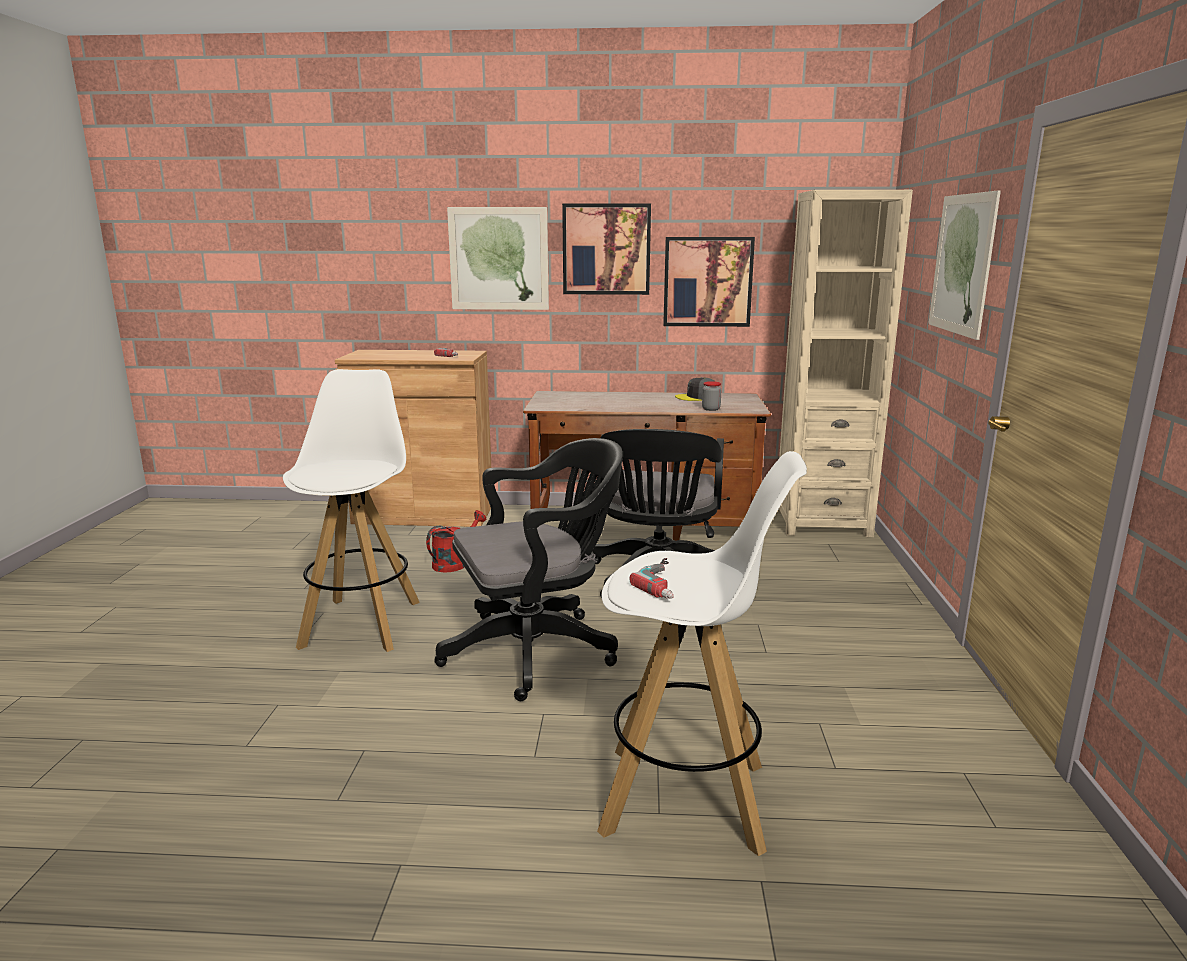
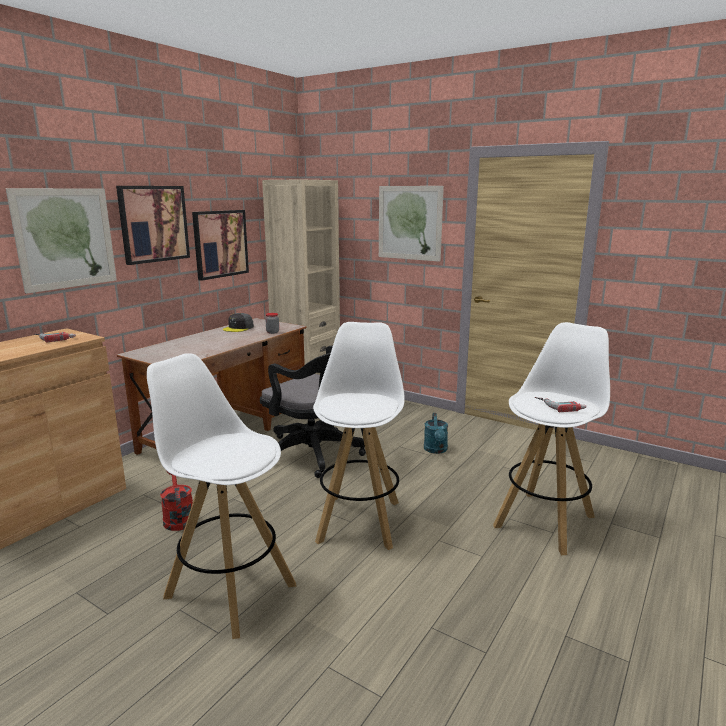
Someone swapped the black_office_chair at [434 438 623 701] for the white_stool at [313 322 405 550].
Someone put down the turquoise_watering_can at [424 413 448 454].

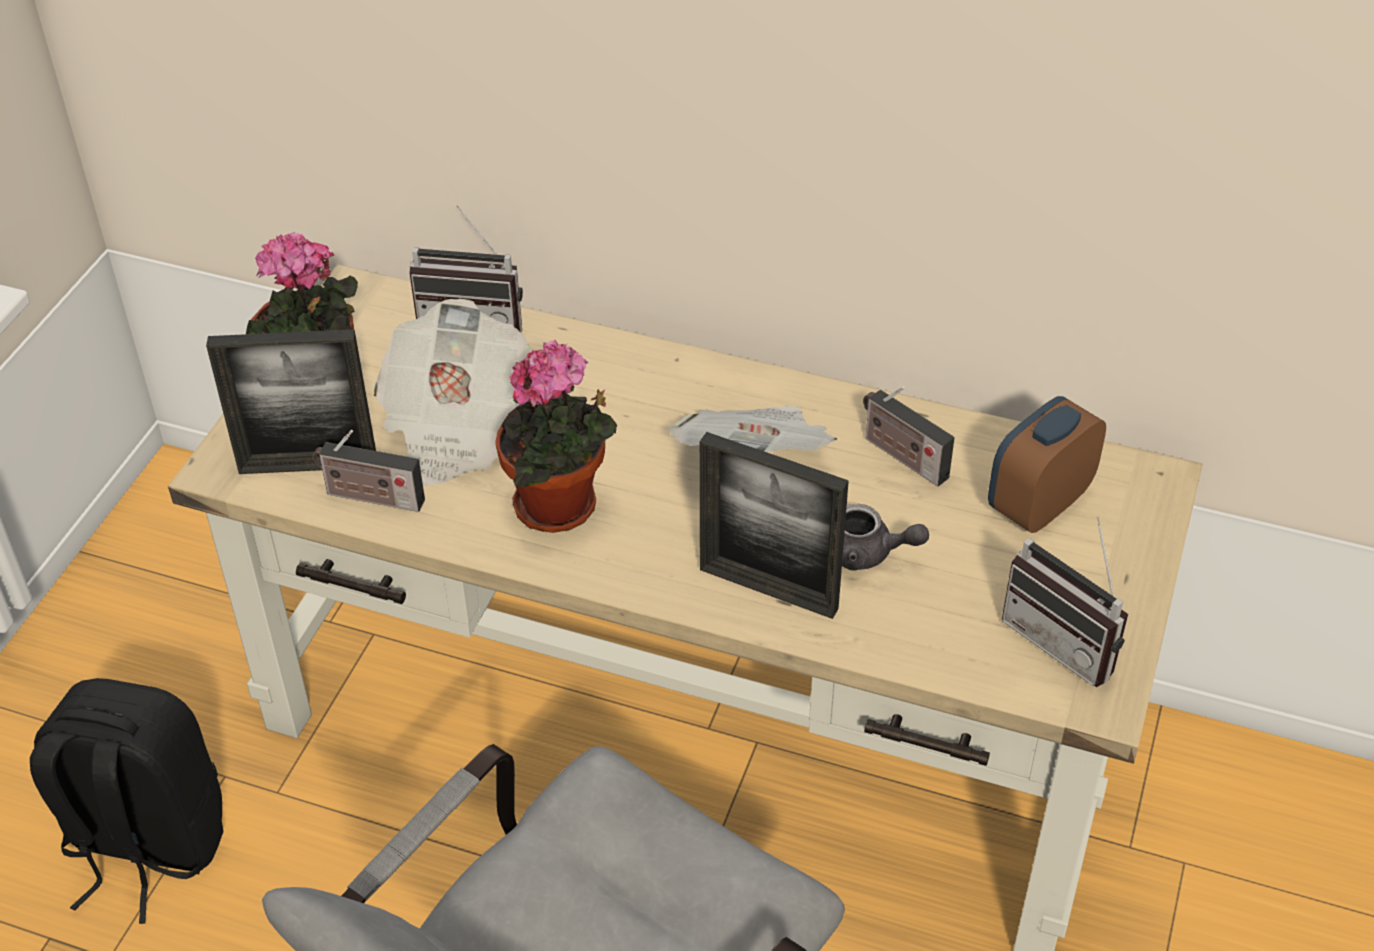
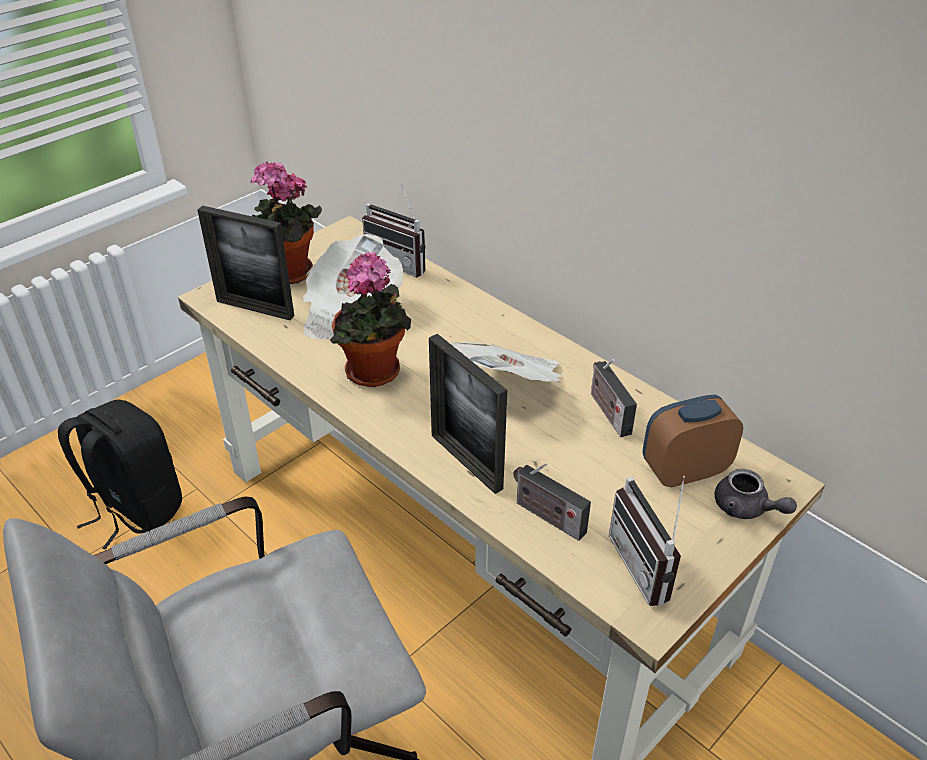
Someone carried the radio from [313 430 425 512] to [513 463 591 541].
Someone carried the grey_teapot from [842 504 929 571] to [715 469 797 519].

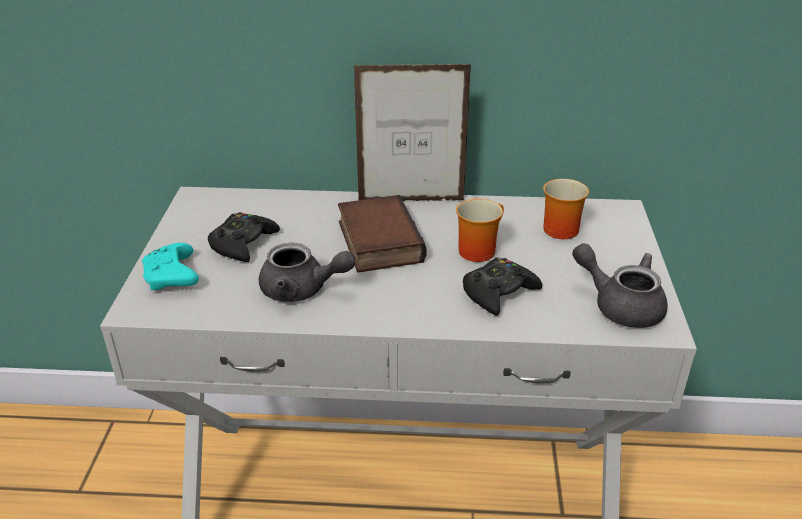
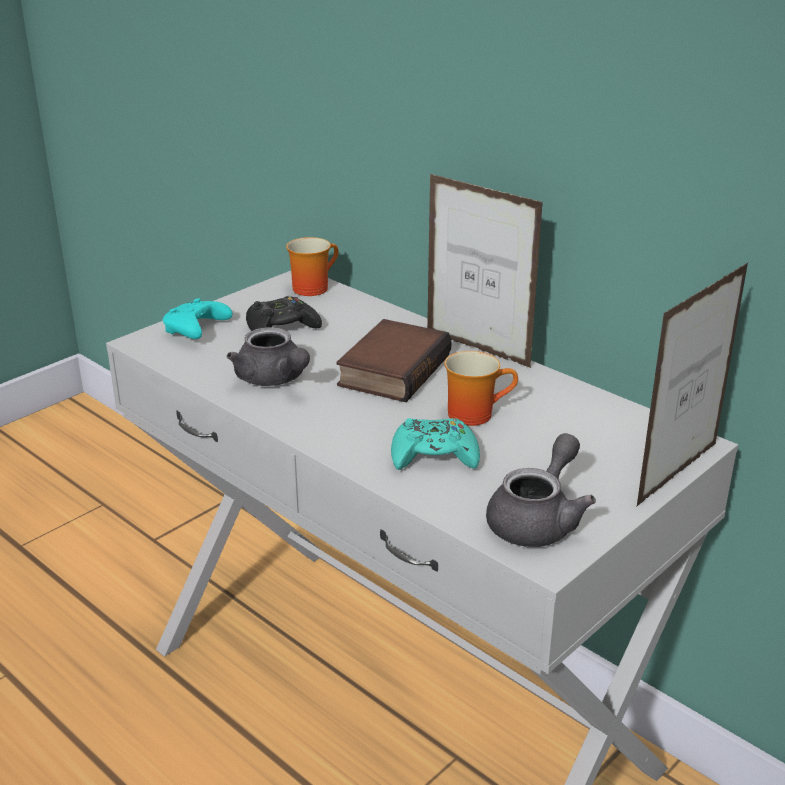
Someone carried the mug from [543 179 589 239] to [286 237 339 296].
Someone repainted the black_game_controller at [463 257 542 316], which became the turquoise_game_controller at [391 418 480 470].
Someone rotated the grey_teapot at [572 243 668 328] by 45 degrees clockwise.
Someone put down the picture_frame at [637 263 748 506].

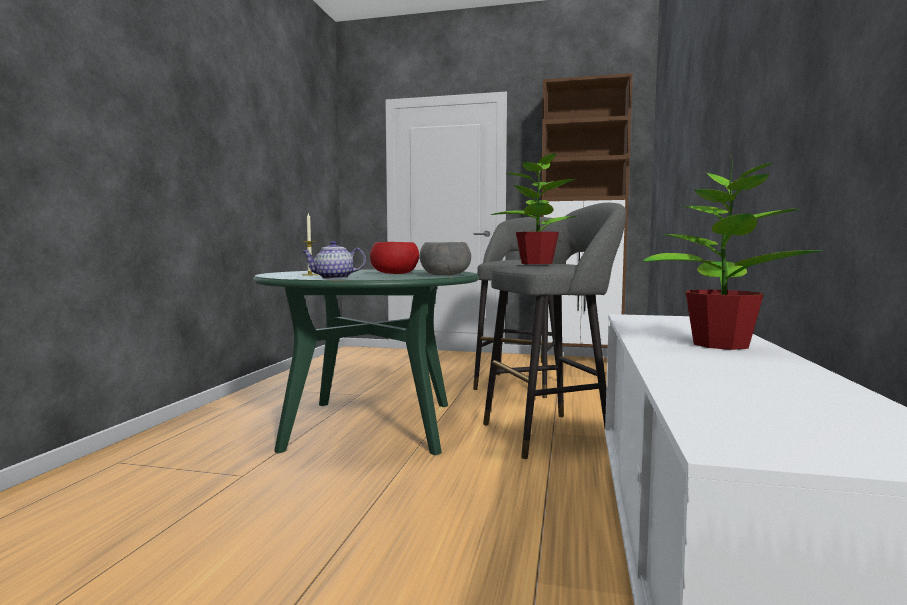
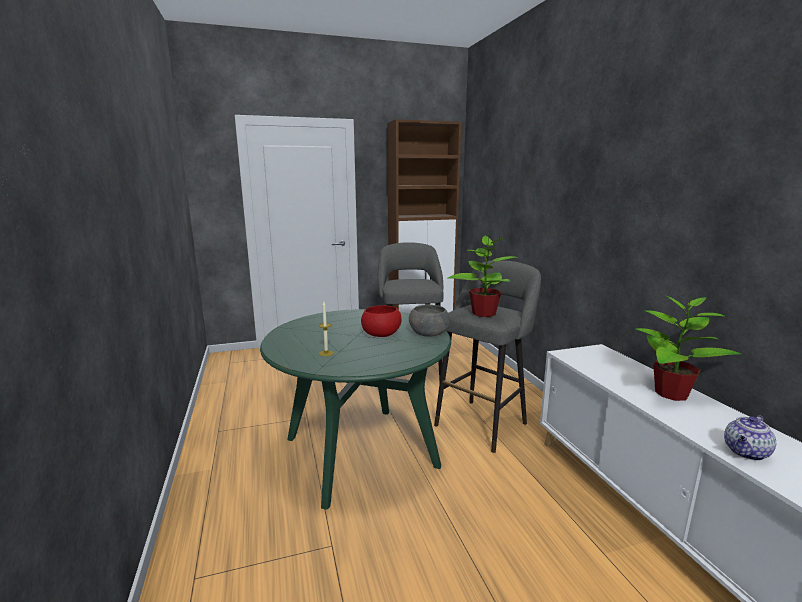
Someone carried the teapot from [302 241 366 279] to [724 415 776 461].

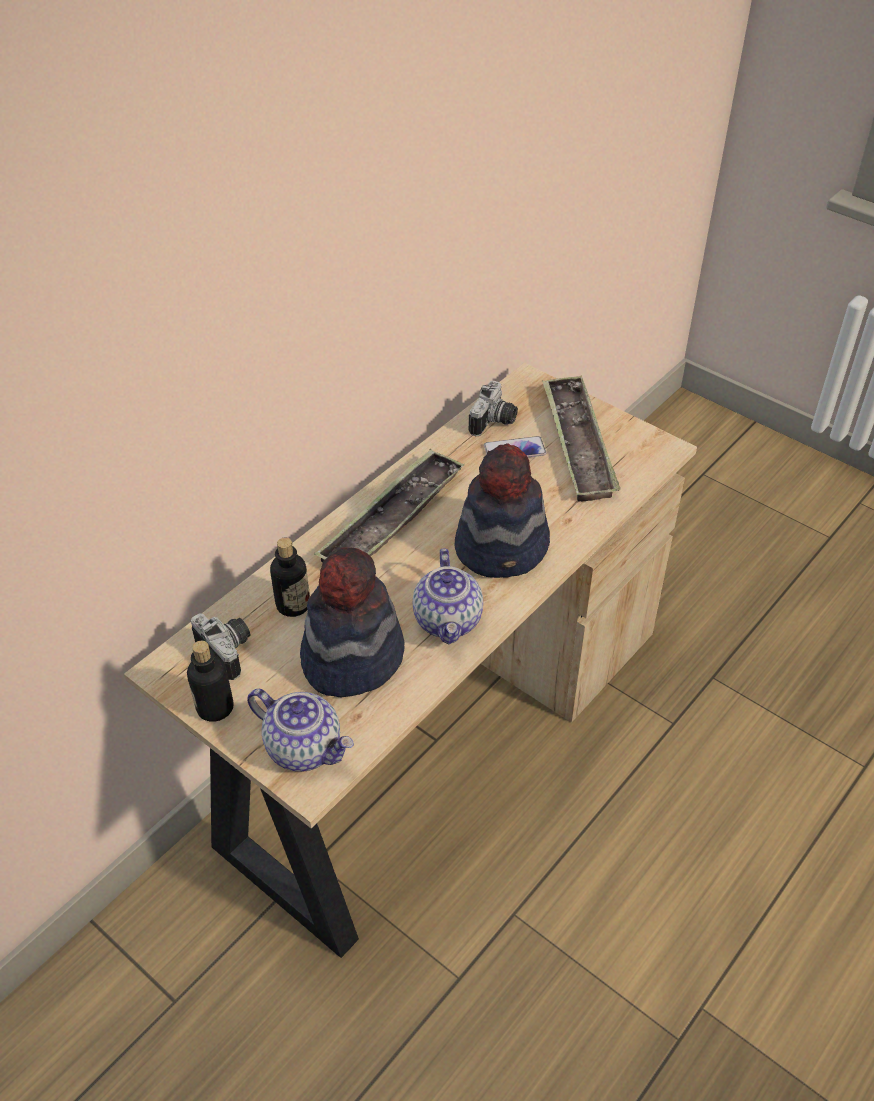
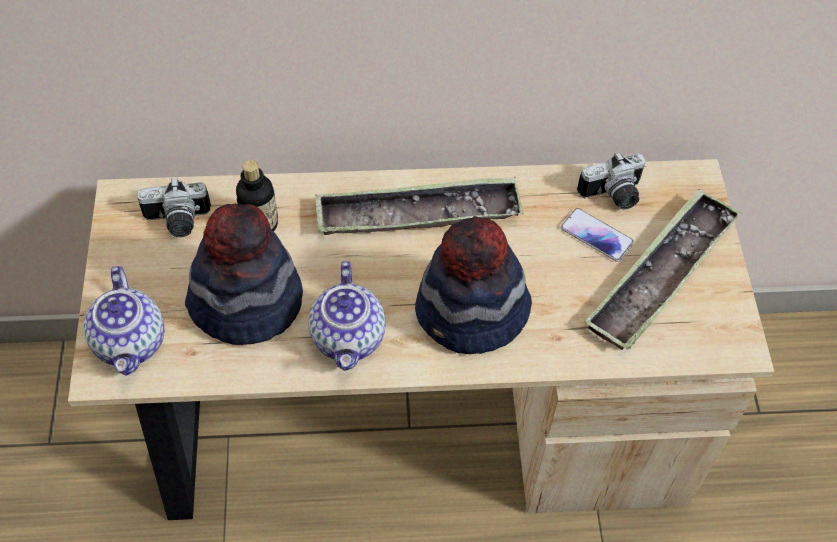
Someone rotated the photo_camera at [191 614 250 680] by 75 degrees clockwise.
Someone rotated the teapot at [413 549 483 644] by 45 degrees counterclockwise.
Someone took away the bottle at [187 641 234 722].

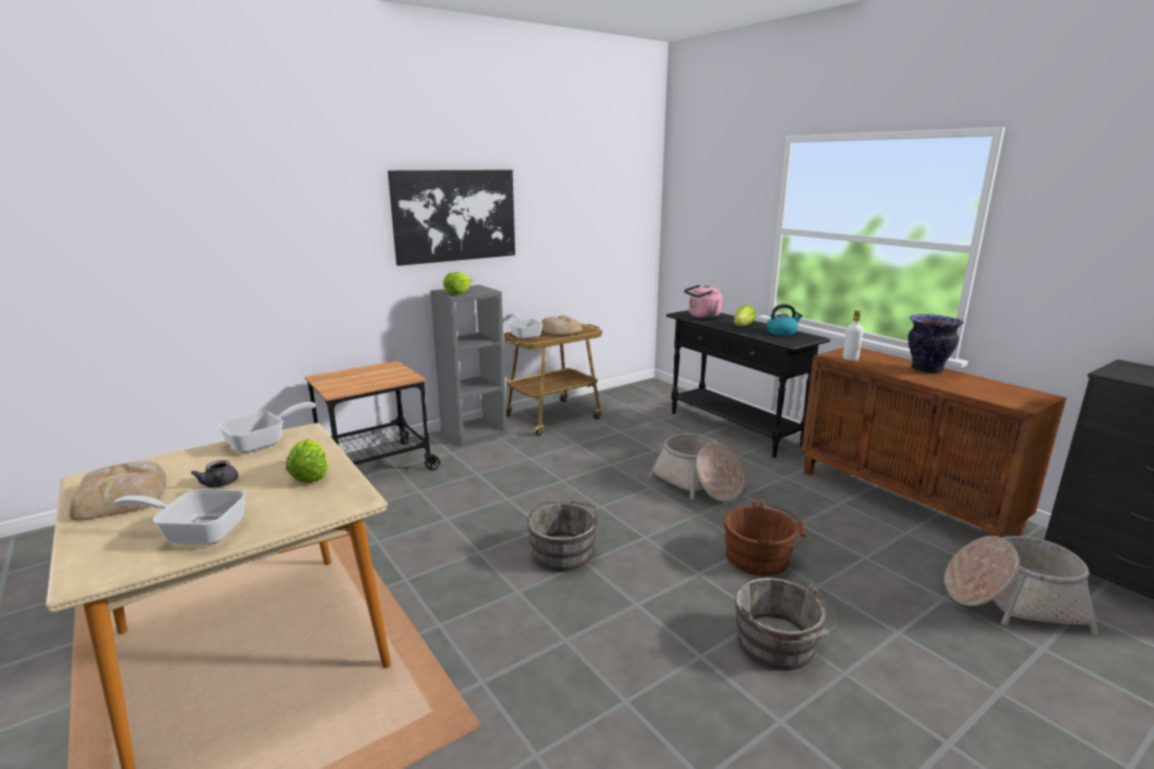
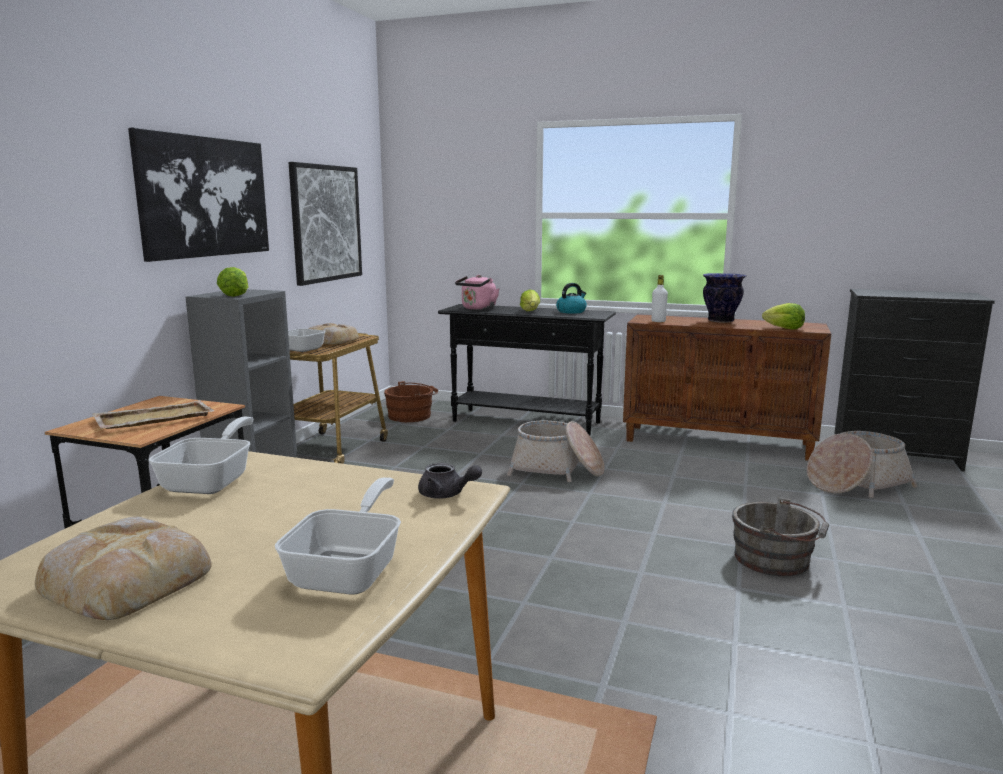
Someone put down the beige_tray at [92 400 214 429].
Someone rotated the frying_pan at [113 489 246 545] by 135 degrees clockwise.
Someone put up the picture at [288 162 362 286].
Someone carried the brown_bucket from [724 501 806 576] to [384 381 438 422].
Someone carried the grey_teapot from [191 460 238 488] to [418 463 482 499].
Someone carried the lettuce from [286 439 328 483] to [762 303 805 329].
Someone took away the grey_bucket at [526 499 599 572].

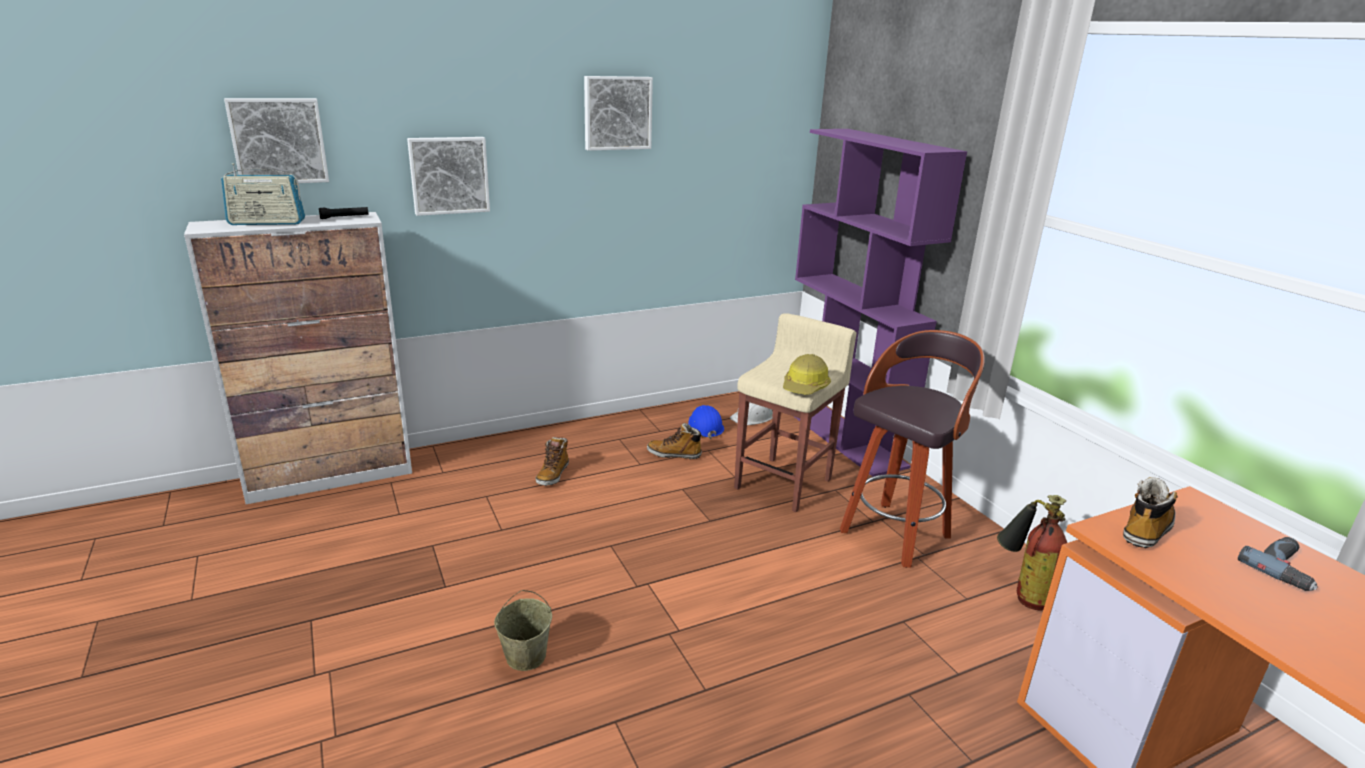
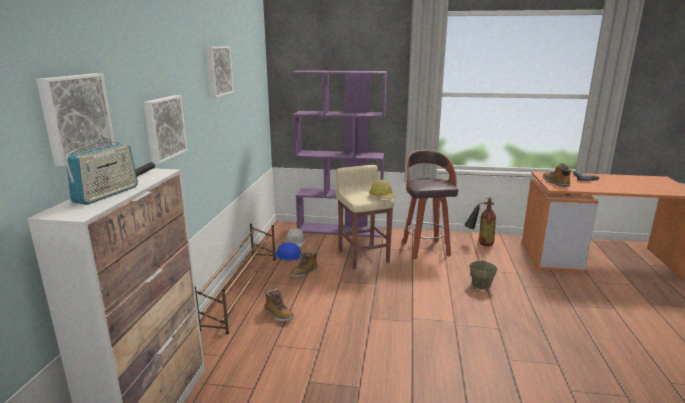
Someone put down the brown_shoe_rack at [195 224 276 334].
Someone carried the beige_bucket from [494 590 552 671] to [469 254 498 290].

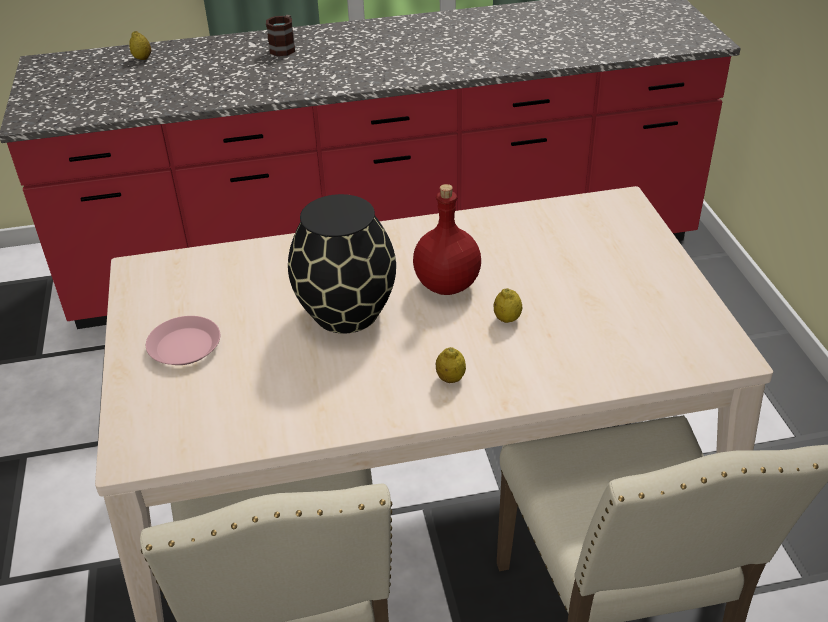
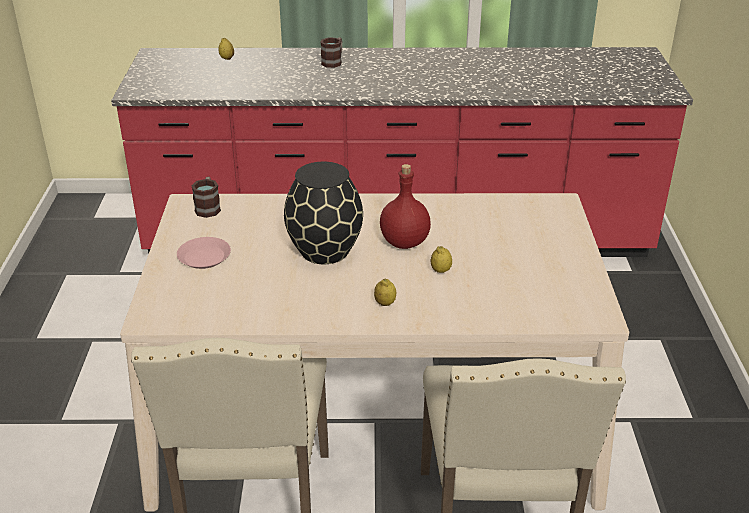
Someone put down the mug at [191 177 221 218].

